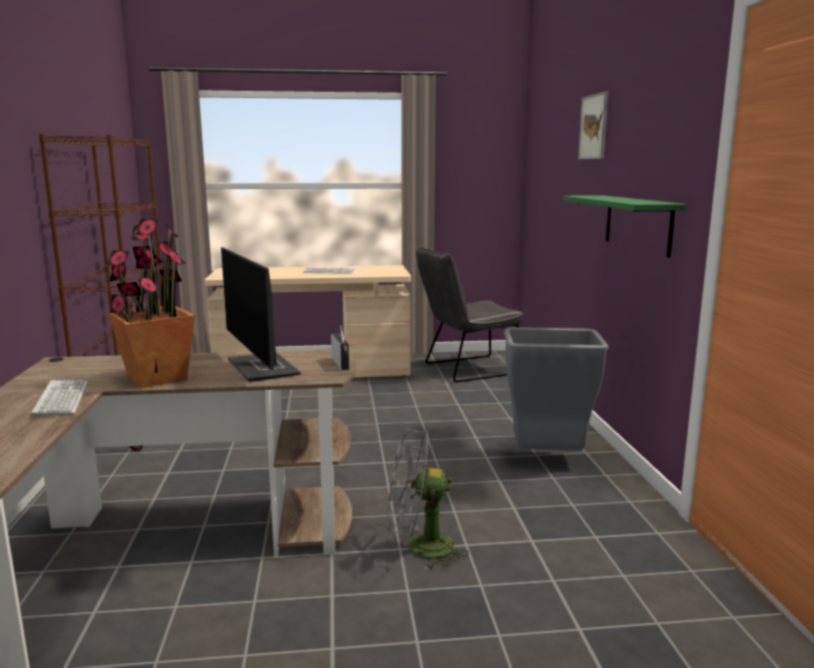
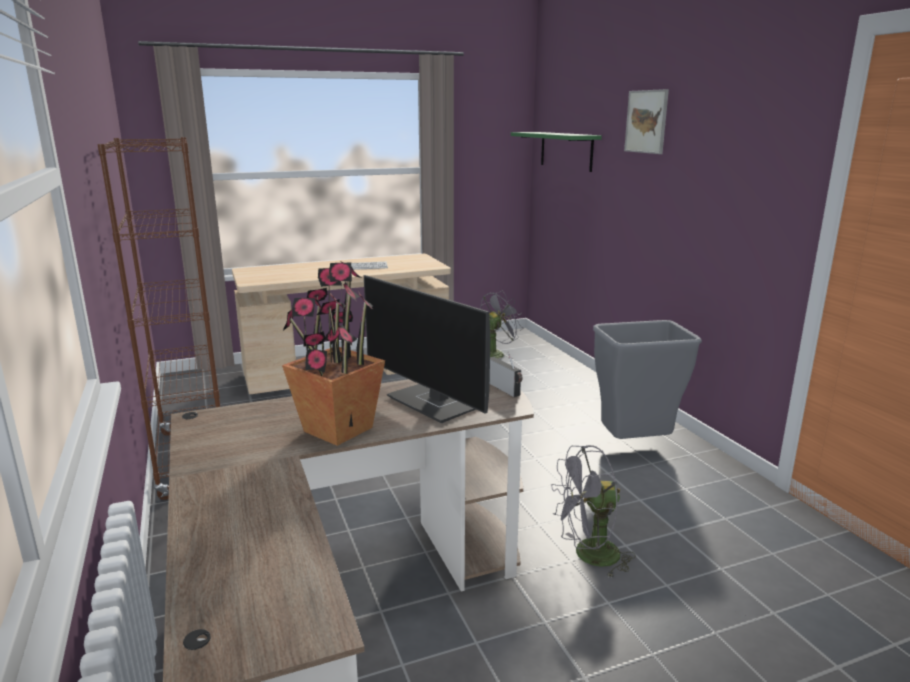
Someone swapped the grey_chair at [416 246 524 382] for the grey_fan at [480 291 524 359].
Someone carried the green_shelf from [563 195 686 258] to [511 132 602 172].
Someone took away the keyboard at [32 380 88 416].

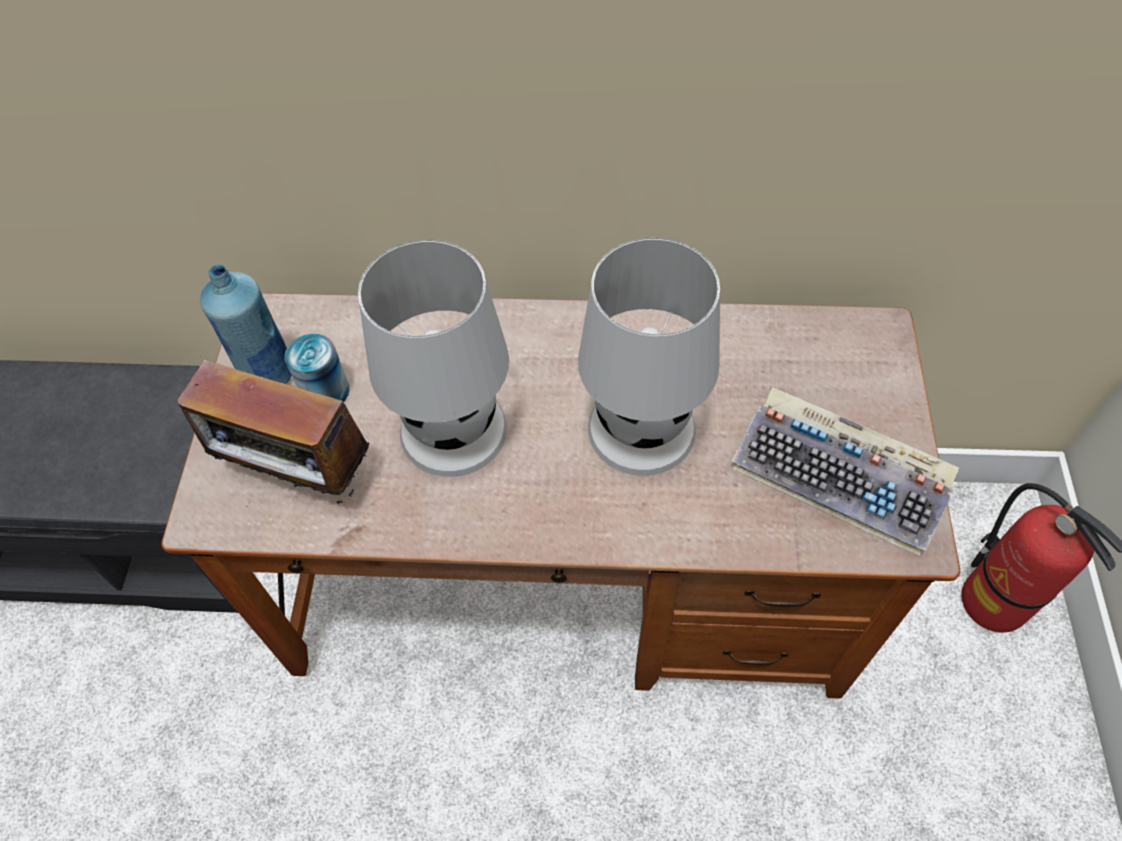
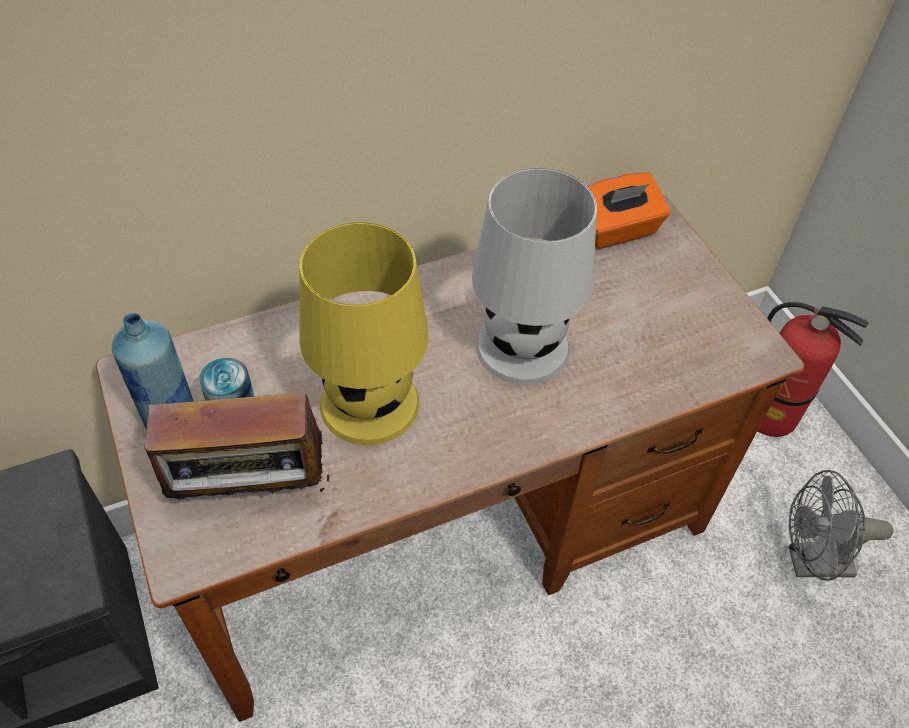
Someone repainted the white_table_lamp at [358 240 509 477], which became the yellow_table_lamp at [300 222 429 445].
Someone put down the orange_tissue_box at [587 172 671 249].
Someone put down the grey_fan at [788 470 894 581].
Someone took away the keyboard at [732 387 959 556].

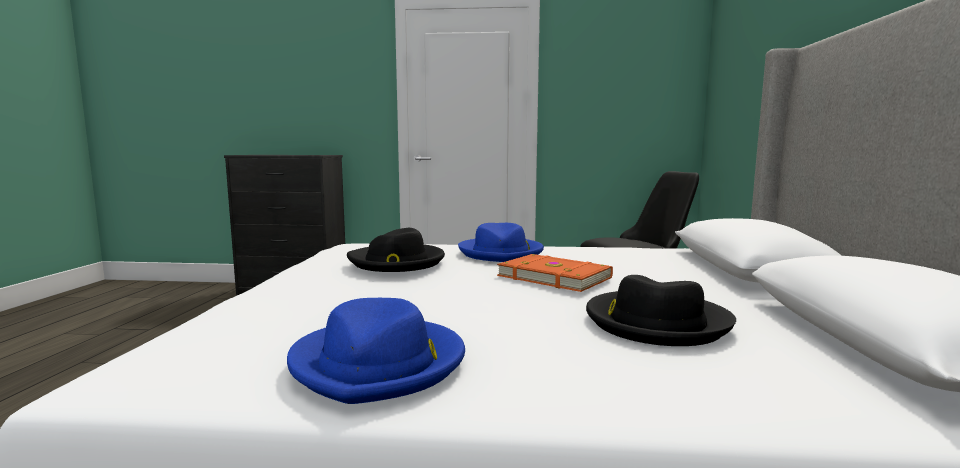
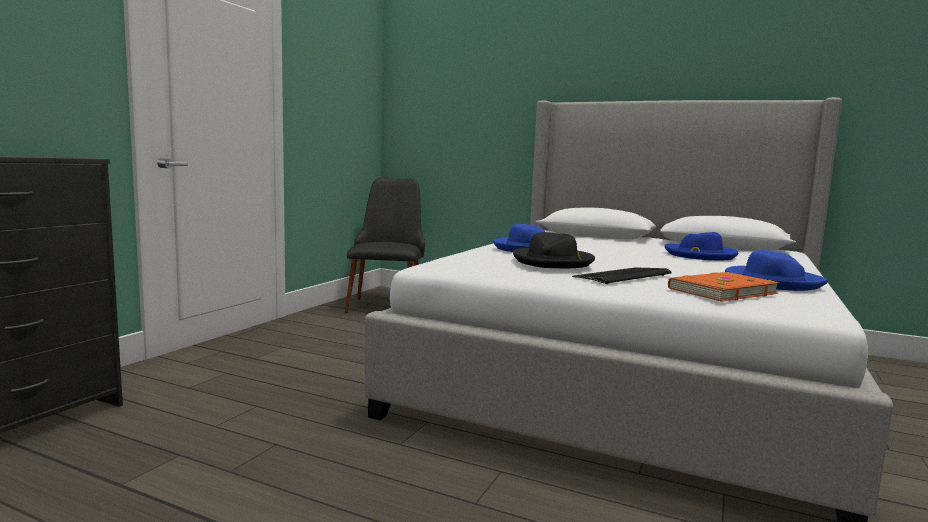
Someone put down the keyboard at [572 267 672 284].
Someone repainted the black_hat at [586 275 736 346], which became the blue_hat at [665 232 738 260].
Someone carried the orange_book from [497 254 613 292] to [668 272 779 302].

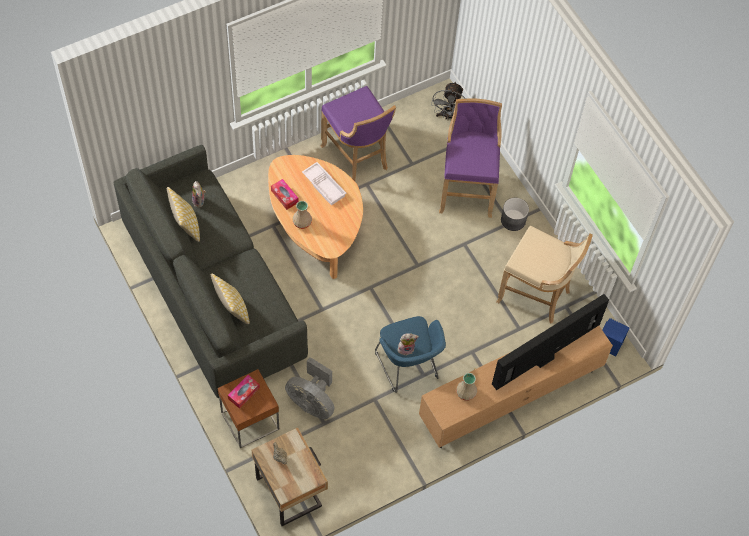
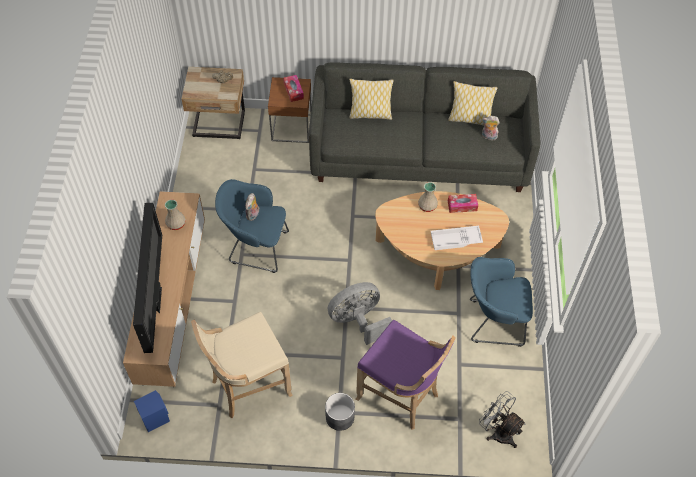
Someone carried the grey_fan from [285 357 335 419] to [327 282 392 345].
Someone swapped the purple_stool at [321 86 396 181] for the blue_armchair at [470 257 533 347].

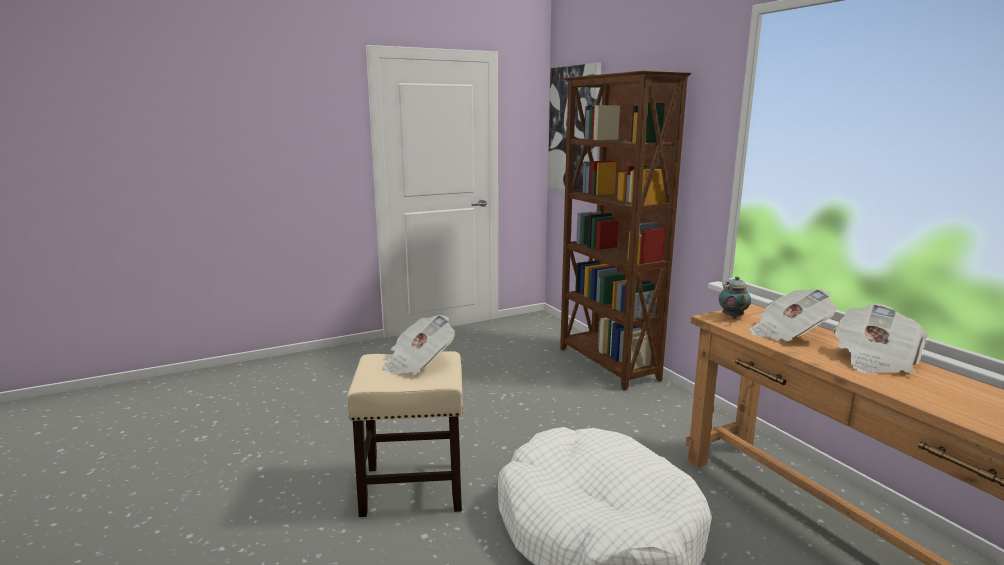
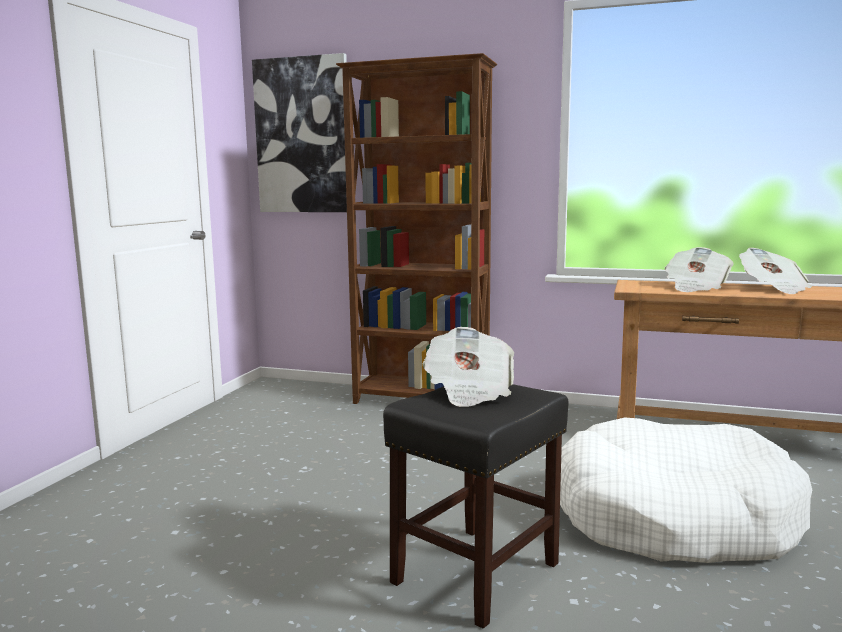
Someone repainted the beige_stool at [347 351 463 517], which became the black_stool at [383 384 569 629].
Someone took away the teapot at [719 276 751 318].

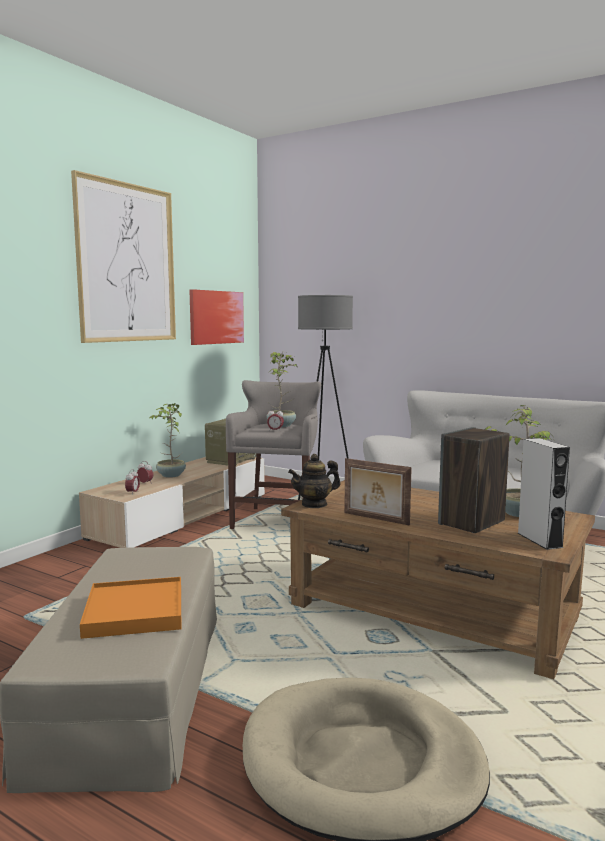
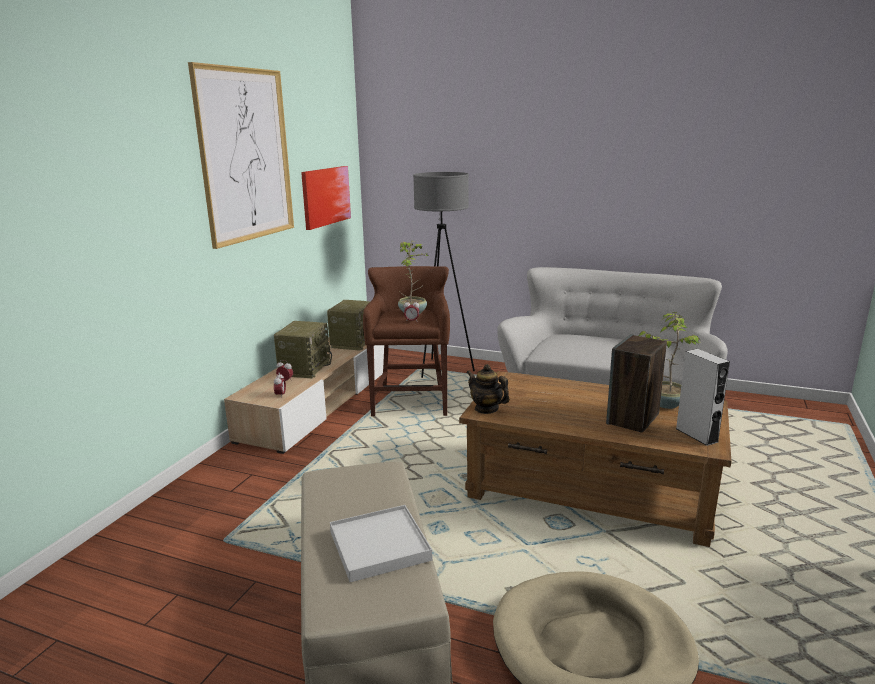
Someone swapped the potted_plant at [149 403 186 478] for the radio at [274 321 332 379].
Someone repainted the orange_tray at [80 577 181 639], which became the white_tray at [330 505 432 582].
Someone repainted the grey_stool at [226 380 322 529], which became the brown_stool at [363 266 450 416].
Someone rotated the teapot at [288 454 340 508] by 75 degrees clockwise.
Someone took away the picture_frame at [344 458 412 525].

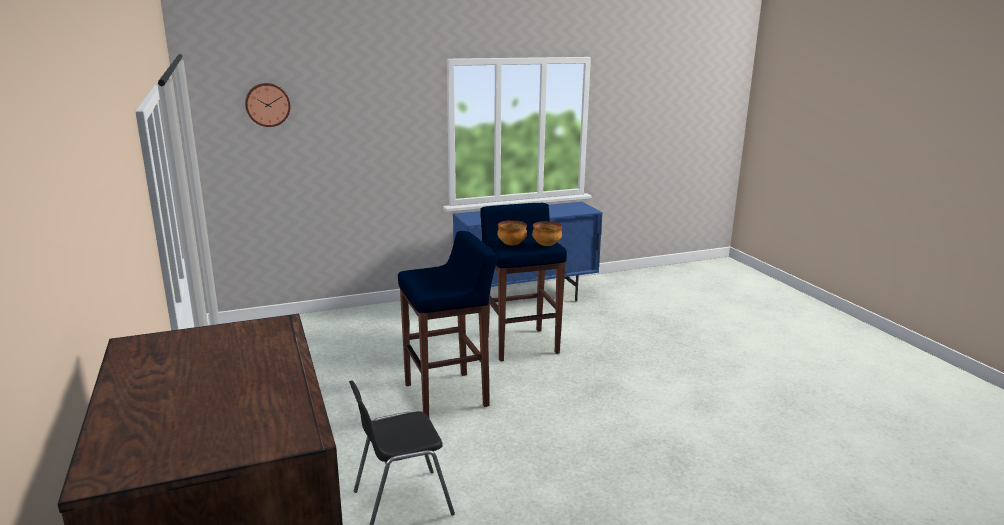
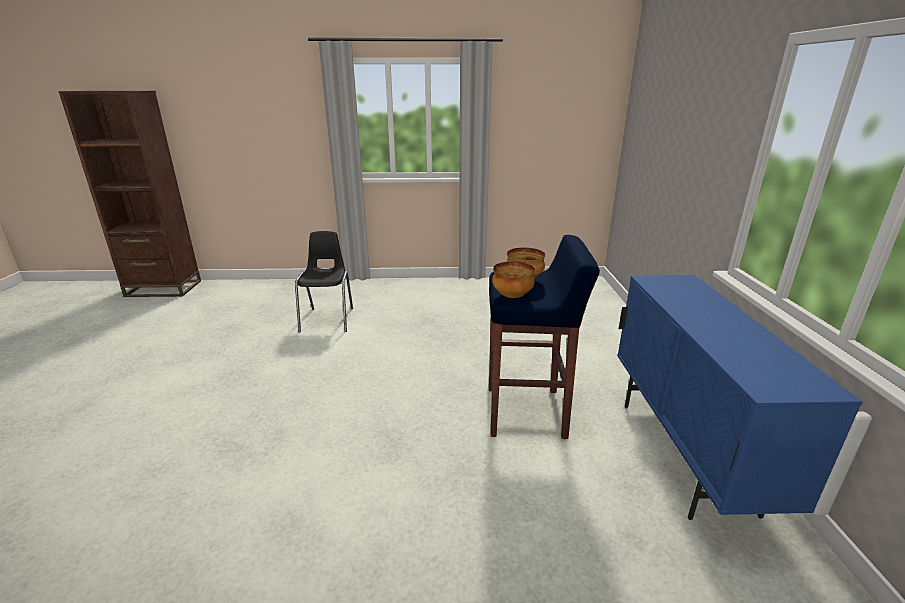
Someone took away the wall_clock at [245 83 290 127].
Someone took away the blue_stool at [398 231 497 417].

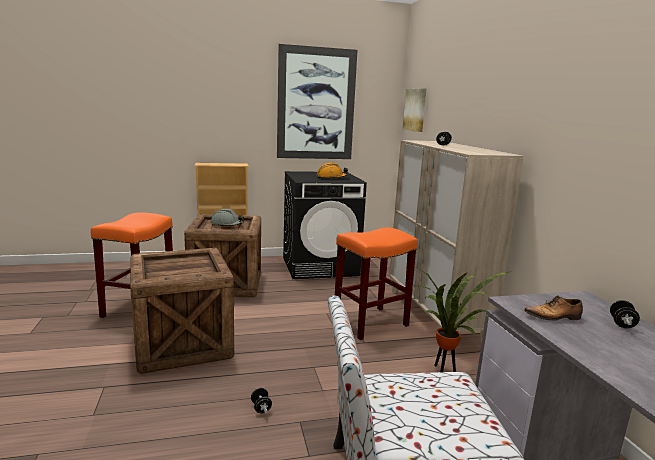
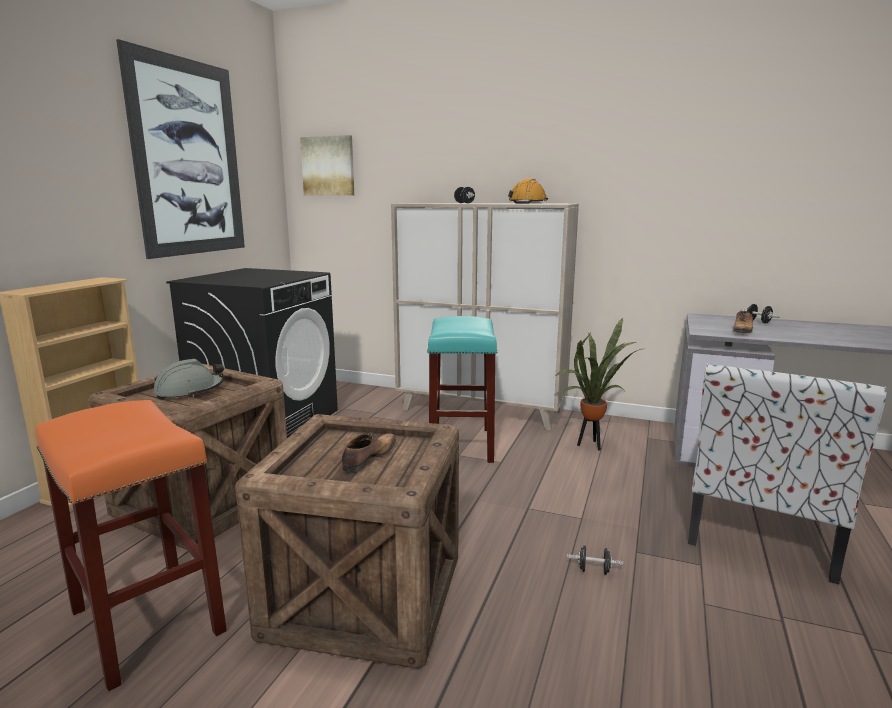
Someone put down the shoe at [342 432 396 473].
Someone repainted the orange_stool at [335 227 418 340], which became the turquoise_stool at [427 316 497 463].
Someone carried the orange_hard_hat from [317 163 348 179] to [508 178 548 204].

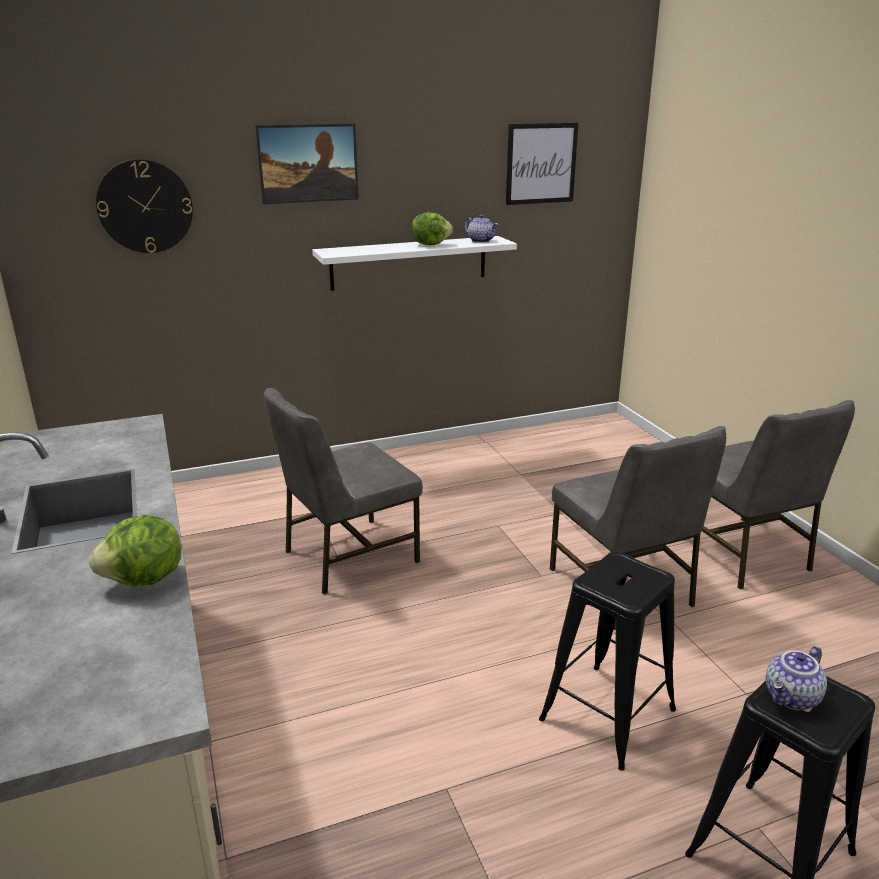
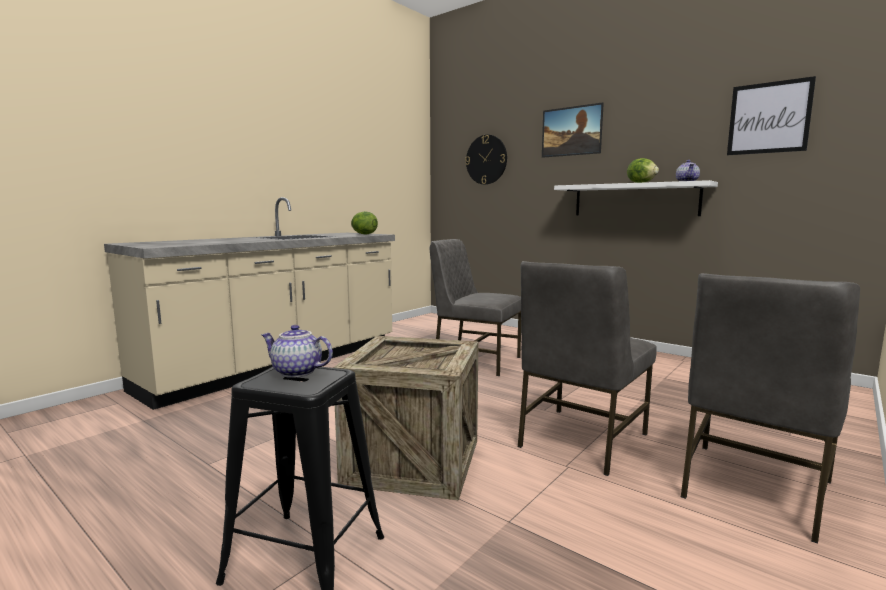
Someone swapped the black_stool at [539 551 676 771] for the crate at [333 336 479 500].
Someone carried the lettuce from [89 515 181 586] to [351 211 378 235].

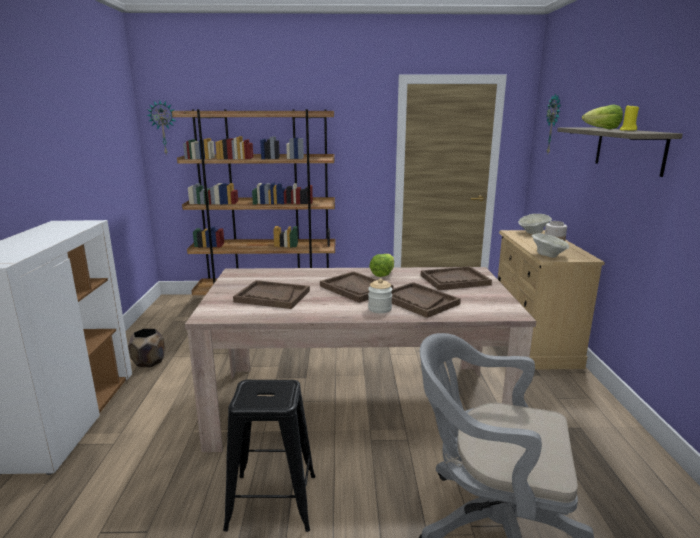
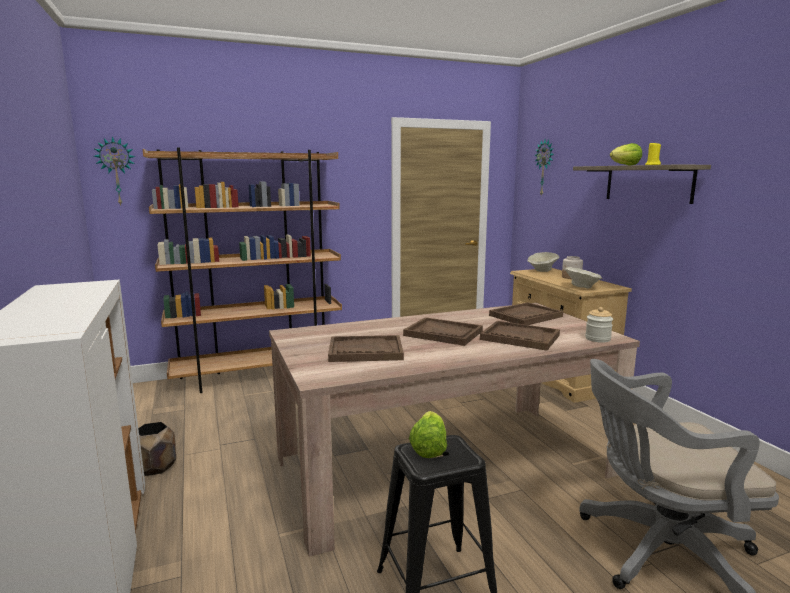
Someone carried the lettuce from [369 254 394 277] to [409 411 447 458].
Someone carried the jar from [368 278 392 313] to [585 307 613 343].

